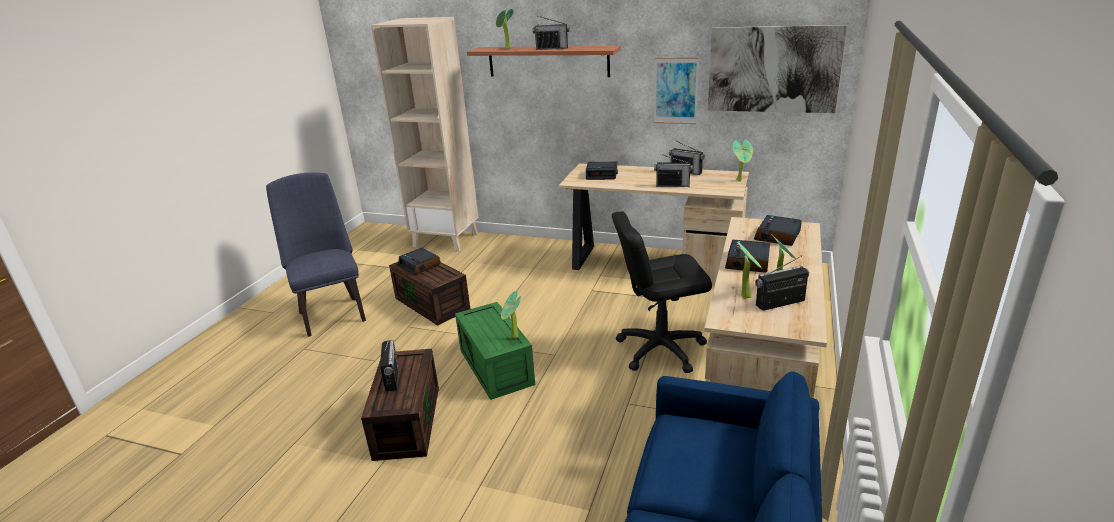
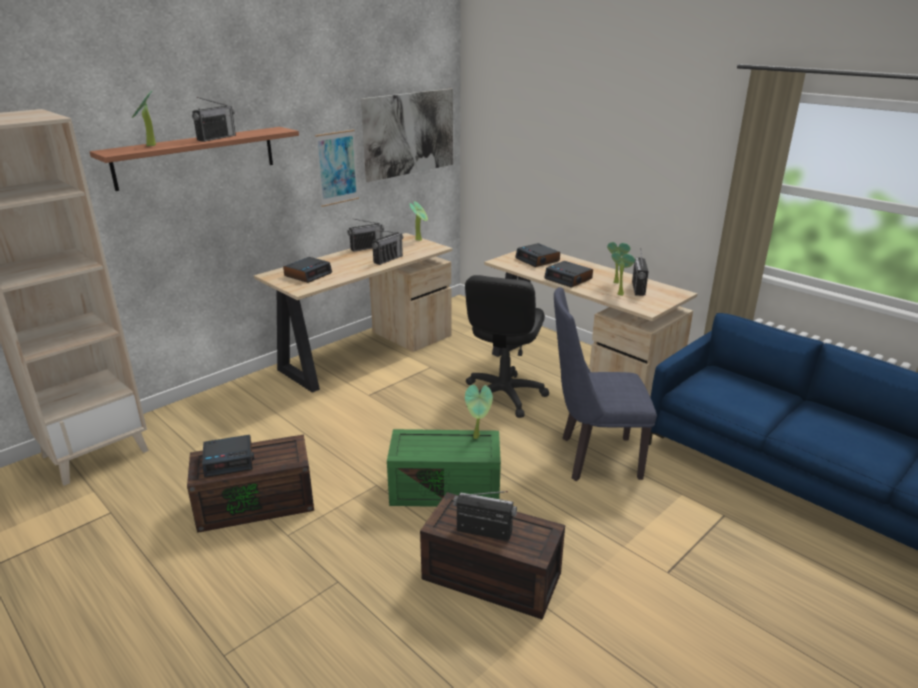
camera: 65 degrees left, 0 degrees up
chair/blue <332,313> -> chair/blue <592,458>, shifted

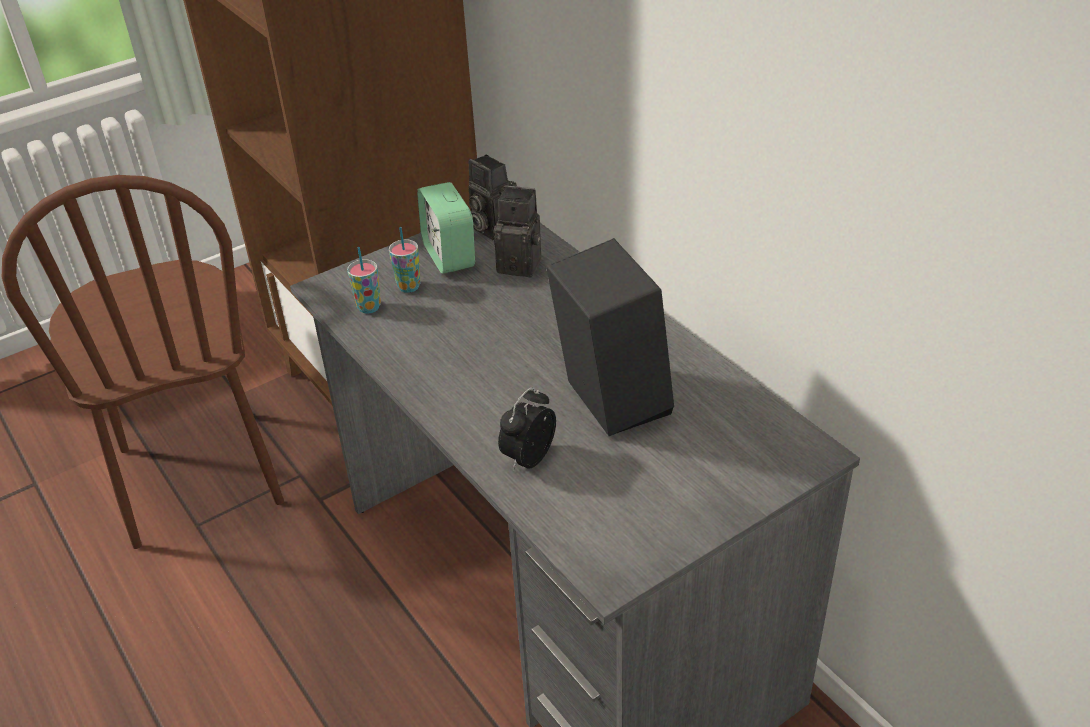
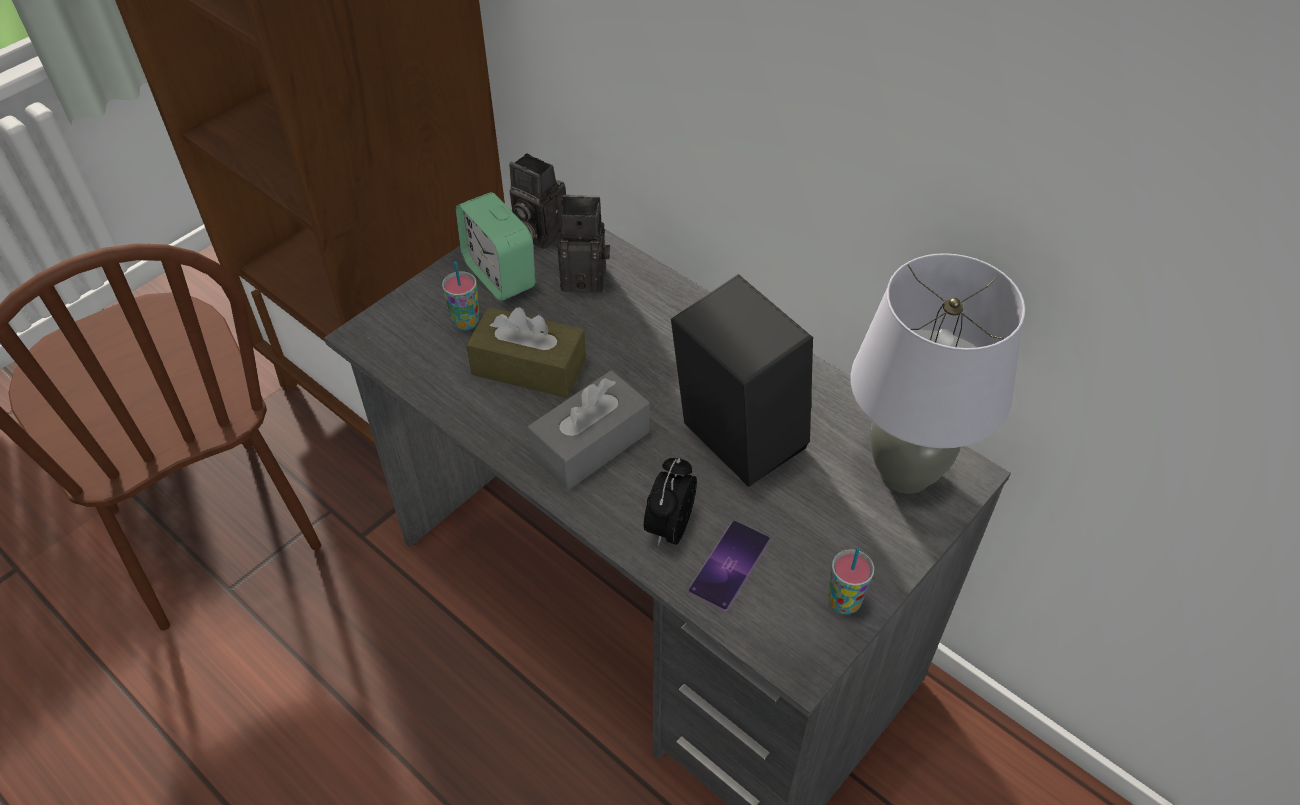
camera: 15 degrees left, 10 degrees up
none -> tissue box/brown <529,367>
none -> tissue box/grey <590,444>
none -> phone <729,565>
cup <369,307> -> cup <844,602>, shifted
none -> table lamp/grey <906,472>

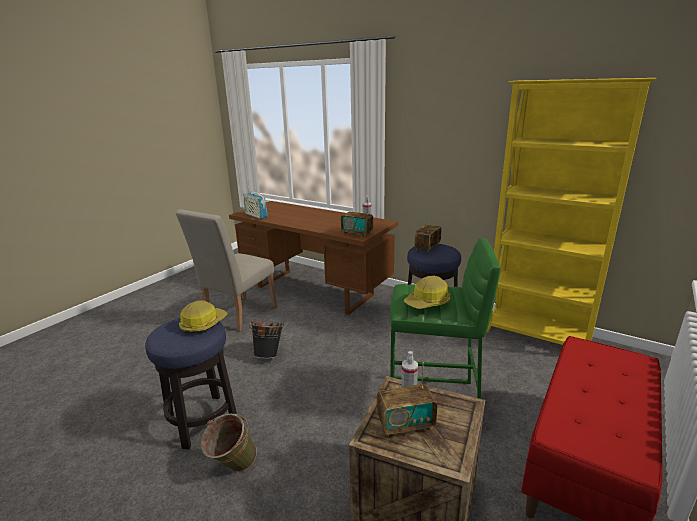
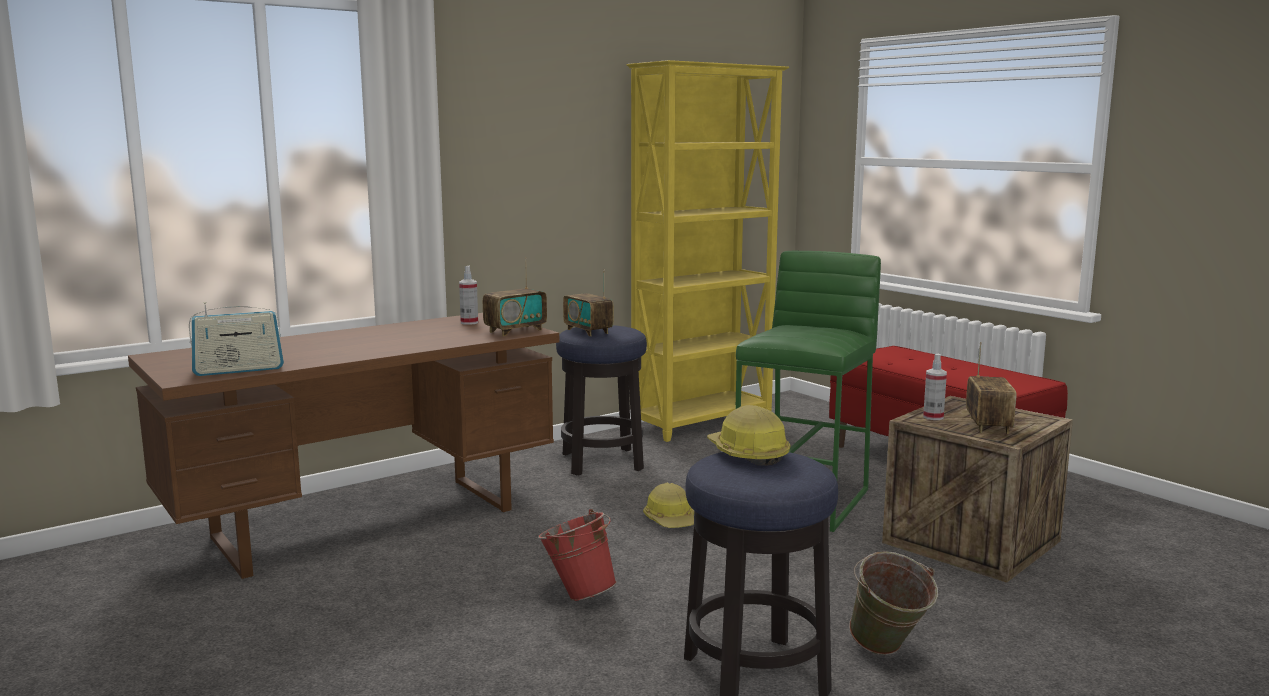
camera: 70 degrees left, 10 degrees down
bucket/black <269,354> -> bucket/red <578,594>
hard hat <428,302> -> hard hat <671,520>, shifted
chair/beige <237,315> -> none

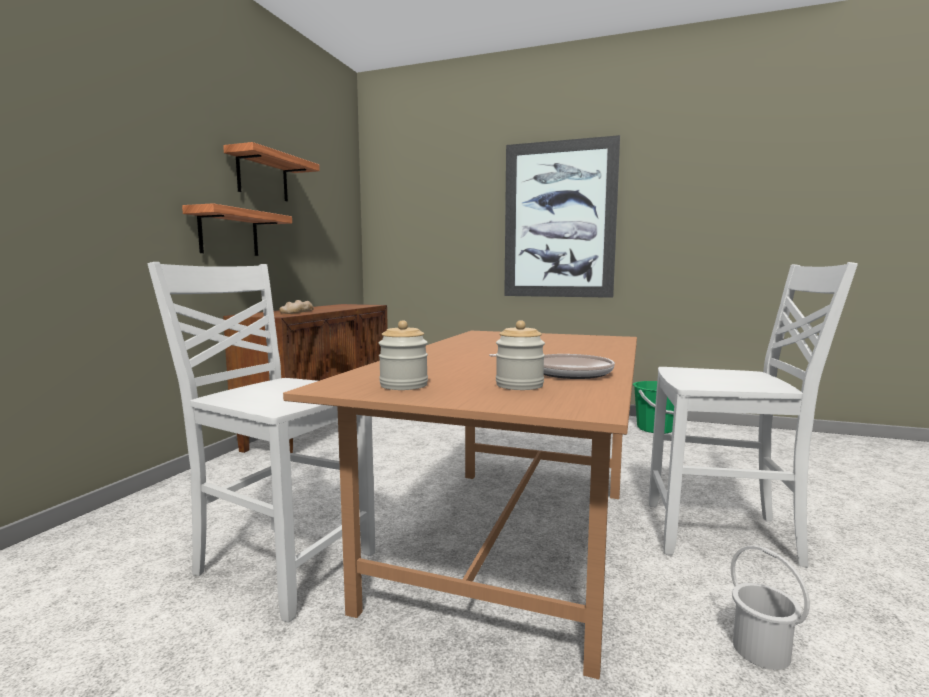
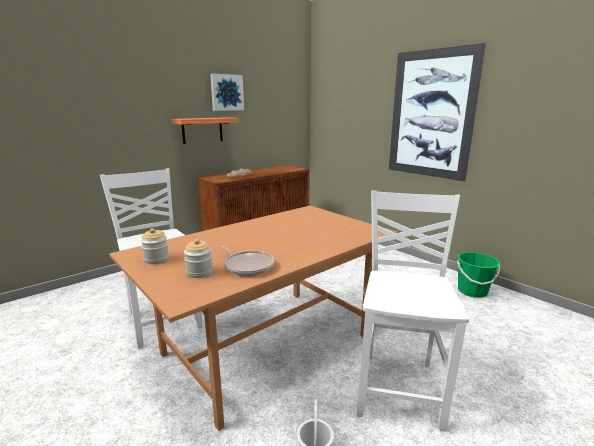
camera: 30 degrees right, 10 degrees up
shelf <262,176> -> picture <226,92>
chair/white <723,535> -> chair/white <399,387>, 120 degrees counterclockwise

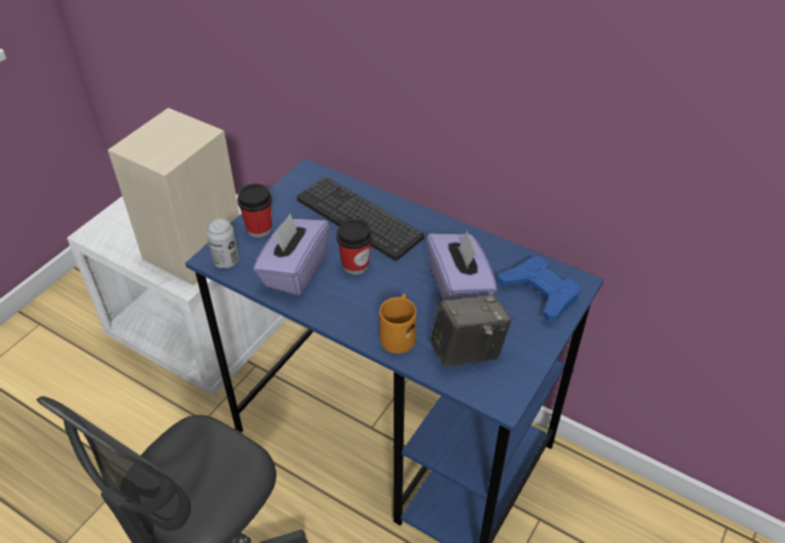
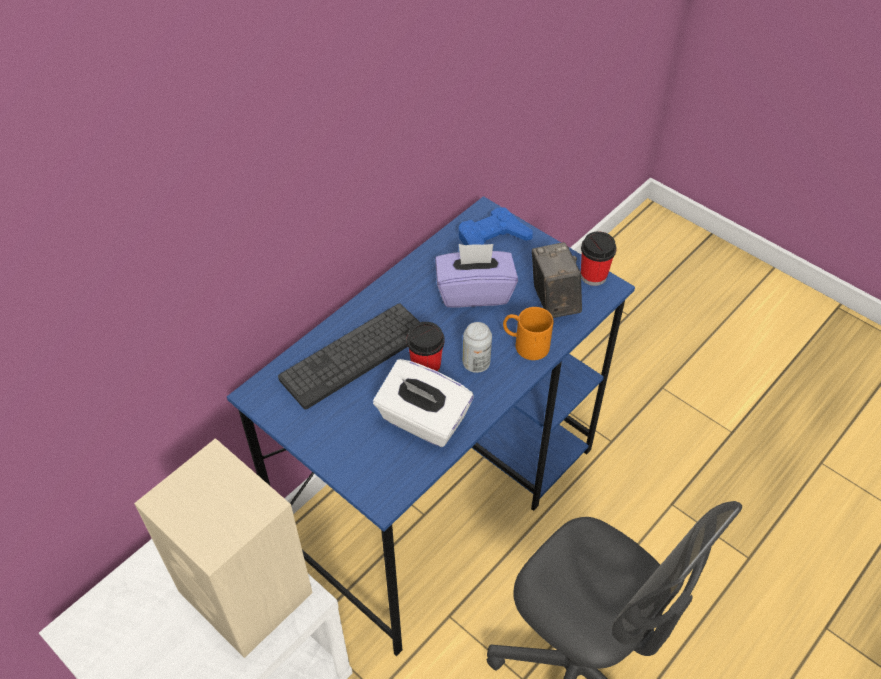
camera: 80 degrees left, 5 degrees up
tissue box/purple <294,271> -> tissue box/white <423,420>
can <226,261> -> can <476,363>, shifted
cup <259,228> -> cup <593,276>, shifted

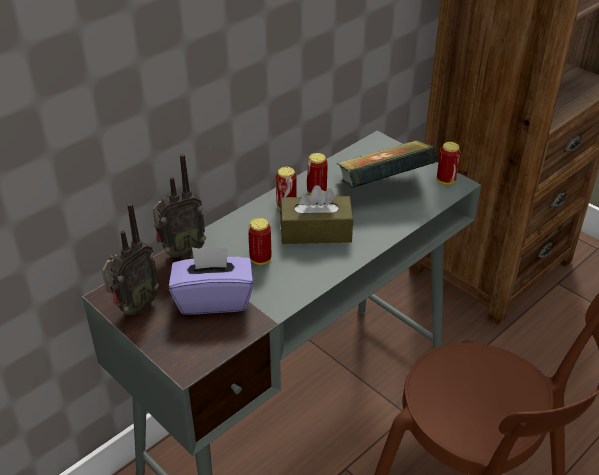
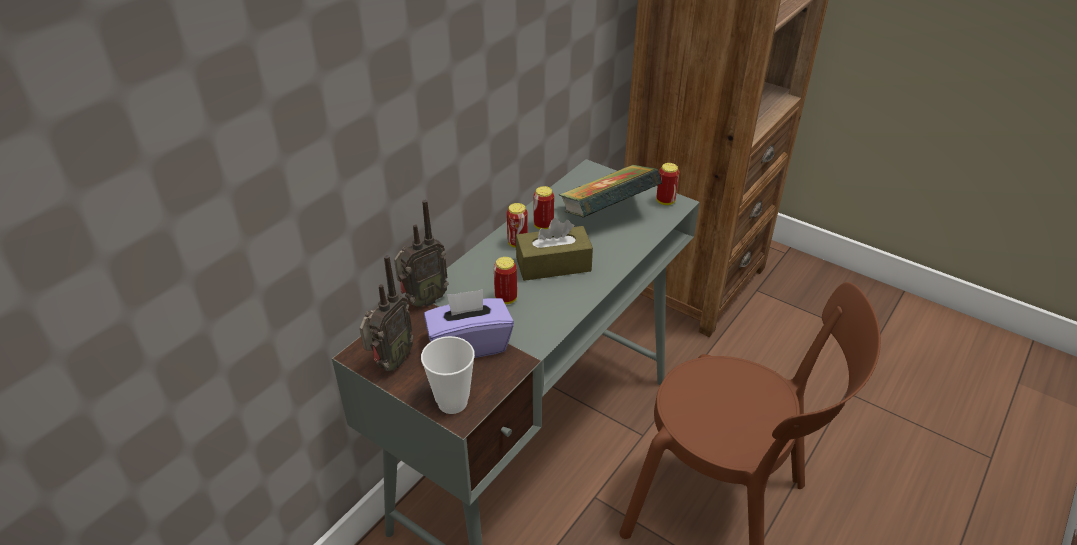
camera: 10 degrees left, 0 degrees up
none -> cup <452,402>

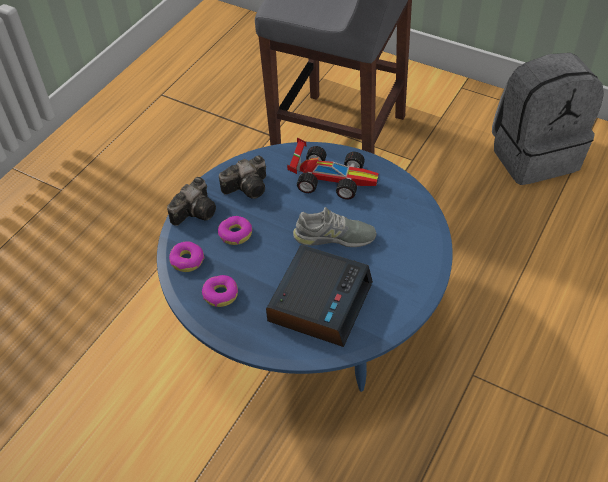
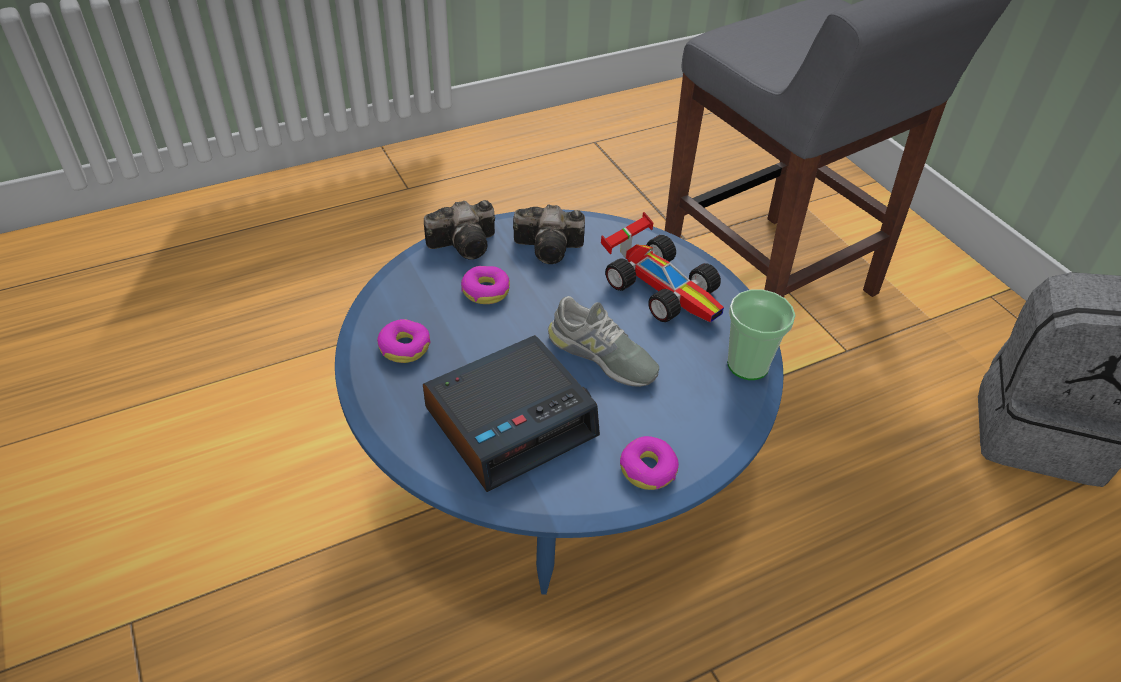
camera: 30 degrees right, 5 degrees down
donut <187,260> -> donut <648,469>, shifted
none -> cup <748,365>

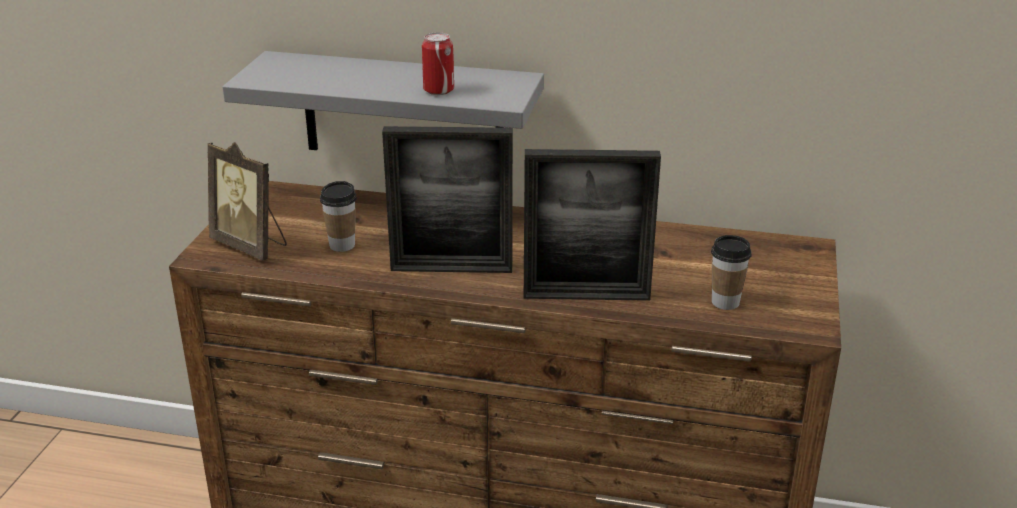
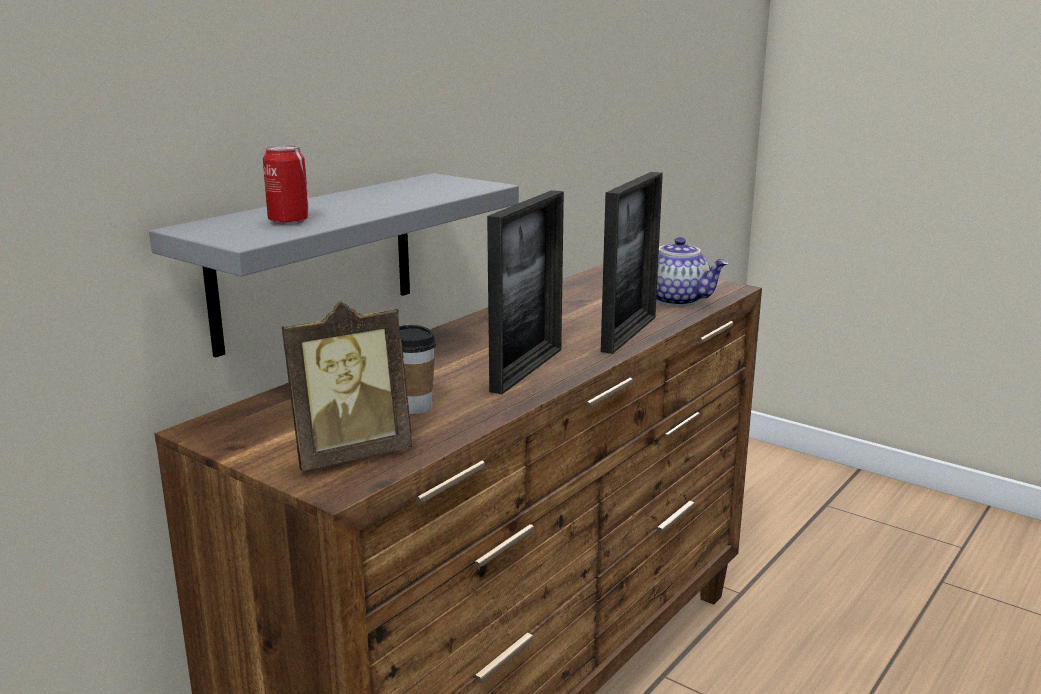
camera: 65 degrees left, 10 degrees down
can <438,90> -> can <288,221>, shifted
cup <725,302> -> teapot <678,300>

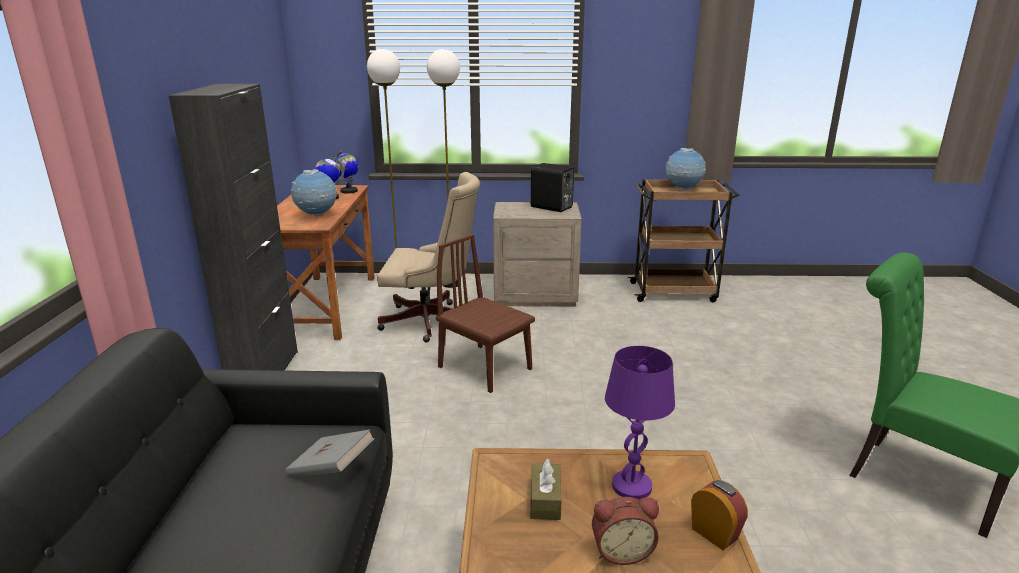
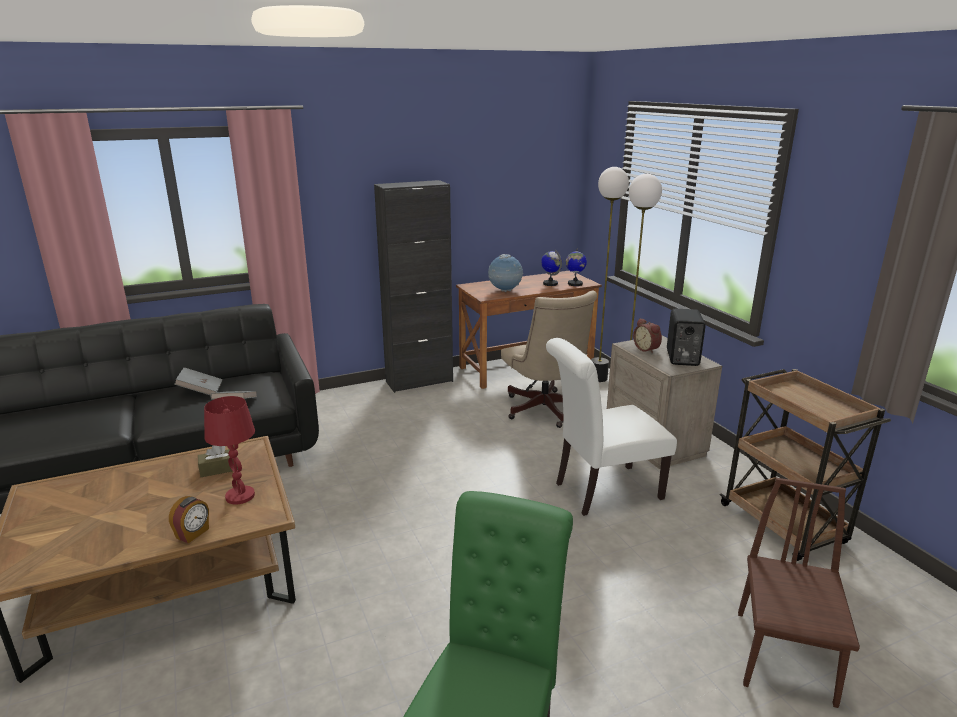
camera: 65 degrees right, 0 degrees up
none -> book/grey <200,391>
table lamp/purple <631,486> -> table lamp/red <240,496>
none -> chair/white <602,491>
alarm clock <621,551> -> alarm clock <647,349>, shifted
chair/brown <485,368> -> chair/brown <784,656>, shifted
globe <683,189> -> none

